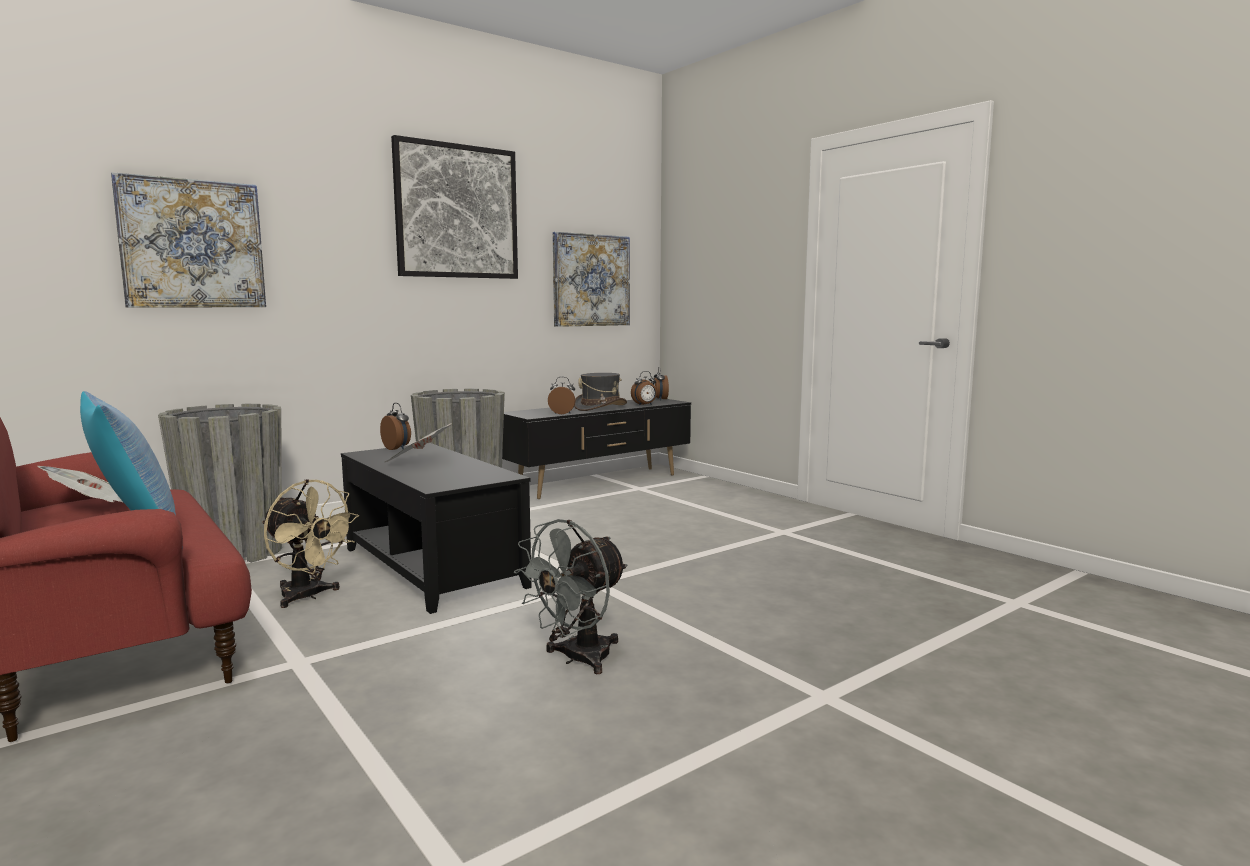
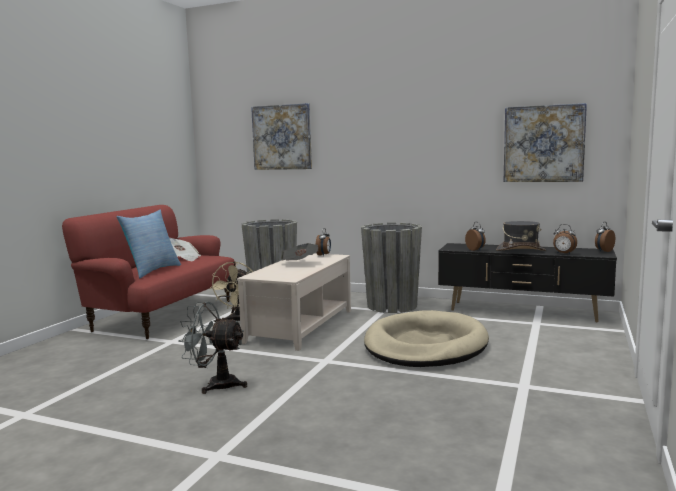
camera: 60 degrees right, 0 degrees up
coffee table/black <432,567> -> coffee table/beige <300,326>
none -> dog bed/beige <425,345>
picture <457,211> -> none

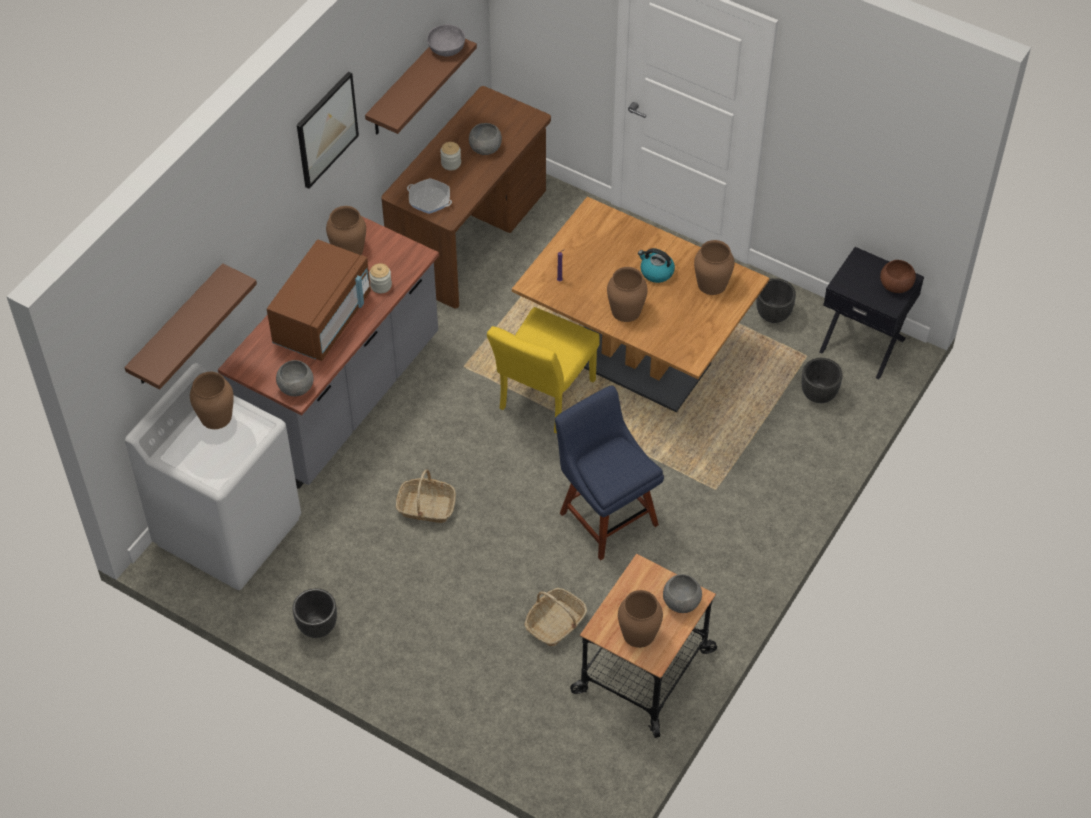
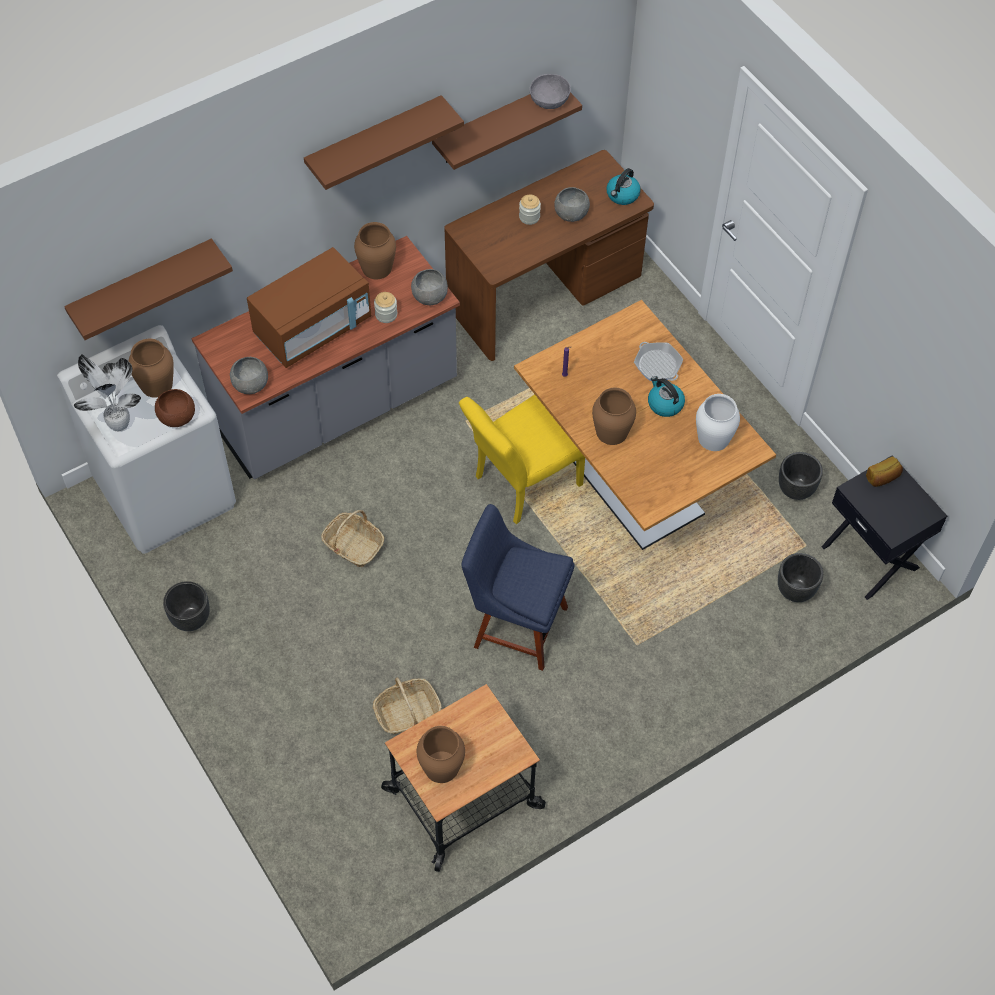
camera: 25 degrees right, 5 degrees up
none -> potted plant <119,426>
bowl/brown <895,285> -> bowl/brown <177,416>, shifted
picture <326,129> -> shelf/brown <374,141>
bowl/grey <681,601> -> bowl/grey <430,296>, shifted
chair/blue <605,515> -> chair/blue <515,625>, 60 degrees counterclockwise
none -> kettle <622,195>
frying pan <429,199> -> frying pan <657,365>, shifted
vase/brown <712,283> -> vase/white <714,438>
none -> bread <883,478>

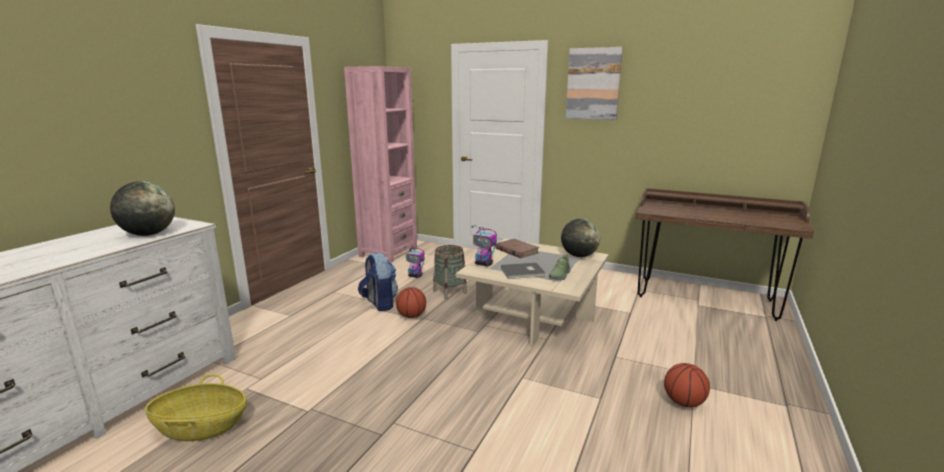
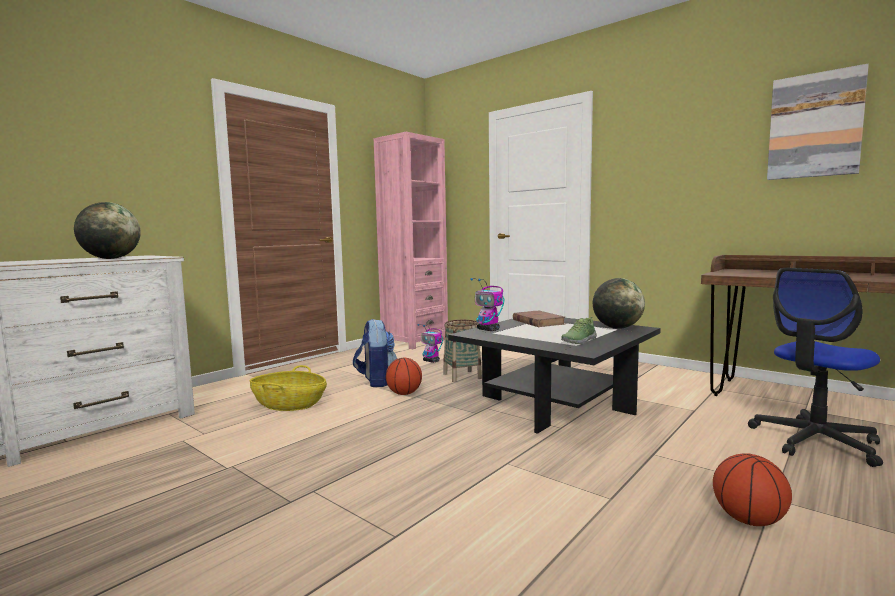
camera: 15 degrees right, 10 degrees down
basket <201,427> -> basket <289,404>, shifted
coffee table/beige <533,316> -> coffee table/black <554,404>
none -> office chair <815,441>
picture <593,84> -> picture <815,126>, shifted
book/grey <523,272> -> none

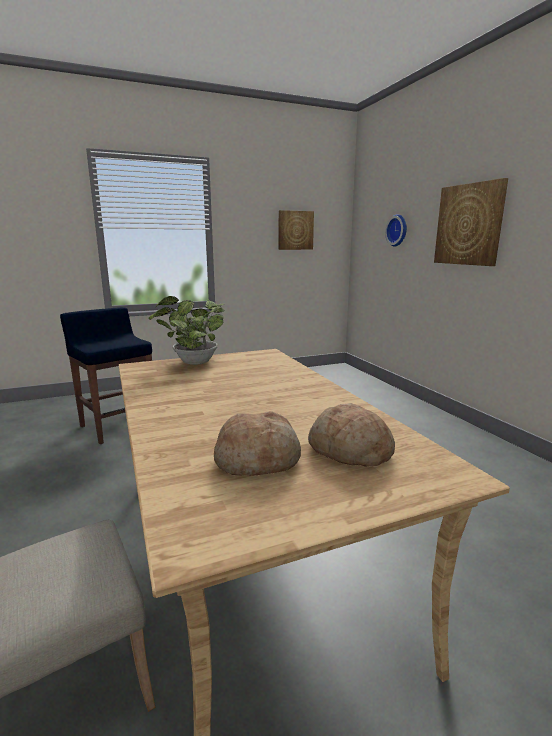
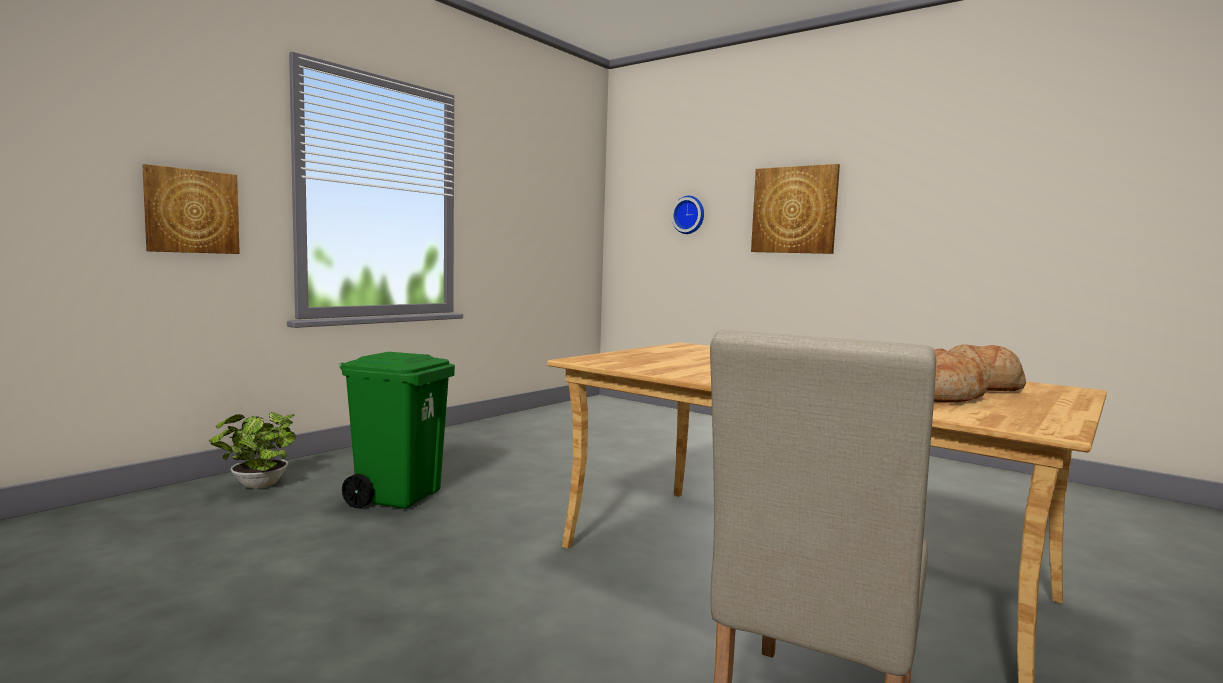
camera: 30 degrees left, 10 degrees down
picture <295,230> -> picture <191,211>, shifted
potted plant <193,363> -> potted plant <257,486>, shifted
stool/blue <117,426> -> trash can/green <398,497>

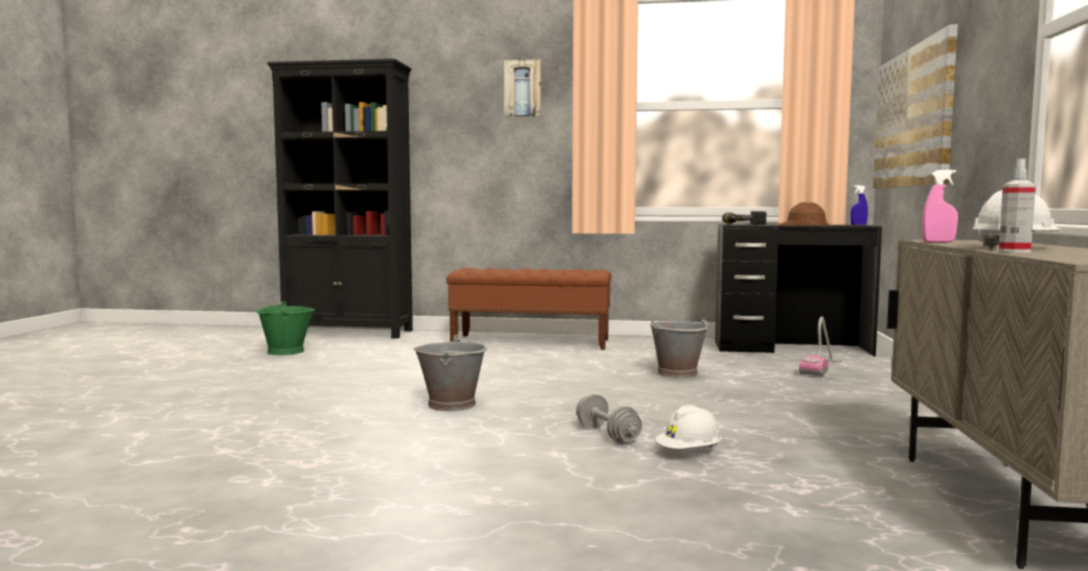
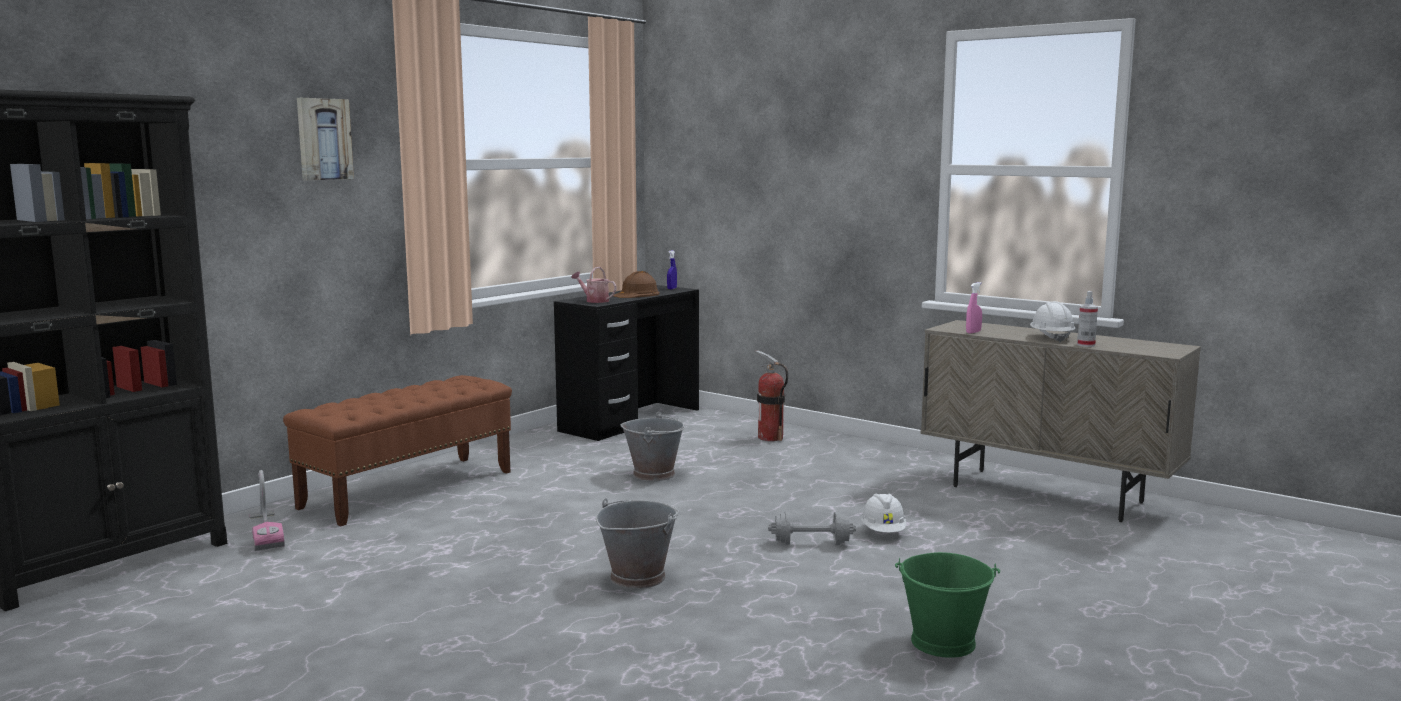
camera: 60 degrees left, 5 degrees up
vacuum cleaner <821,368> -> vacuum cleaner <265,532>, shifted
power drill <745,224> -> watering can <594,300>
none -> fire extinguisher <770,437>
bucket/green <285,351> -> bucket/green <944,643>, shifted
picture <913,118> -> none

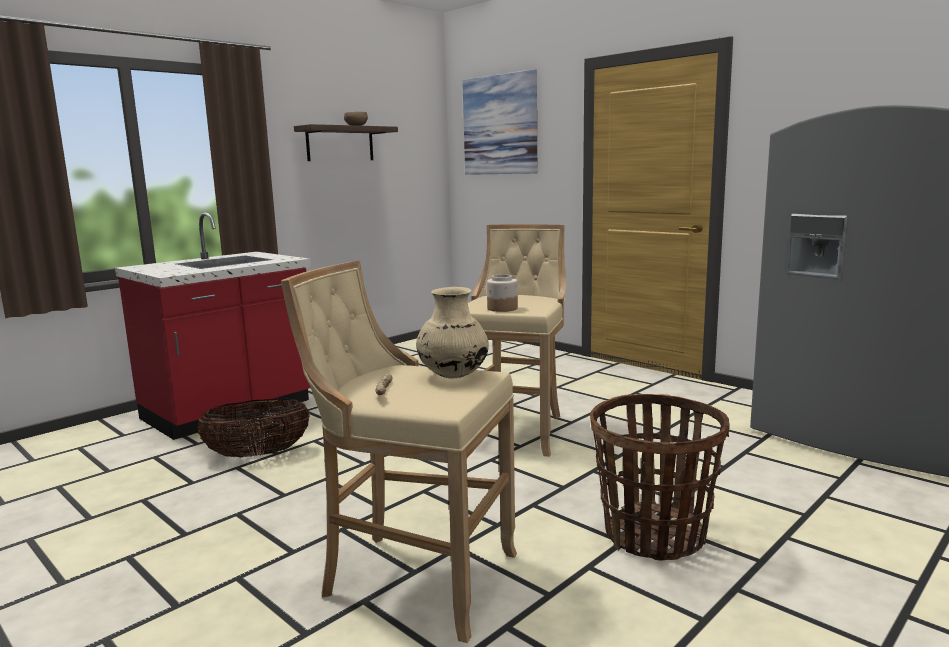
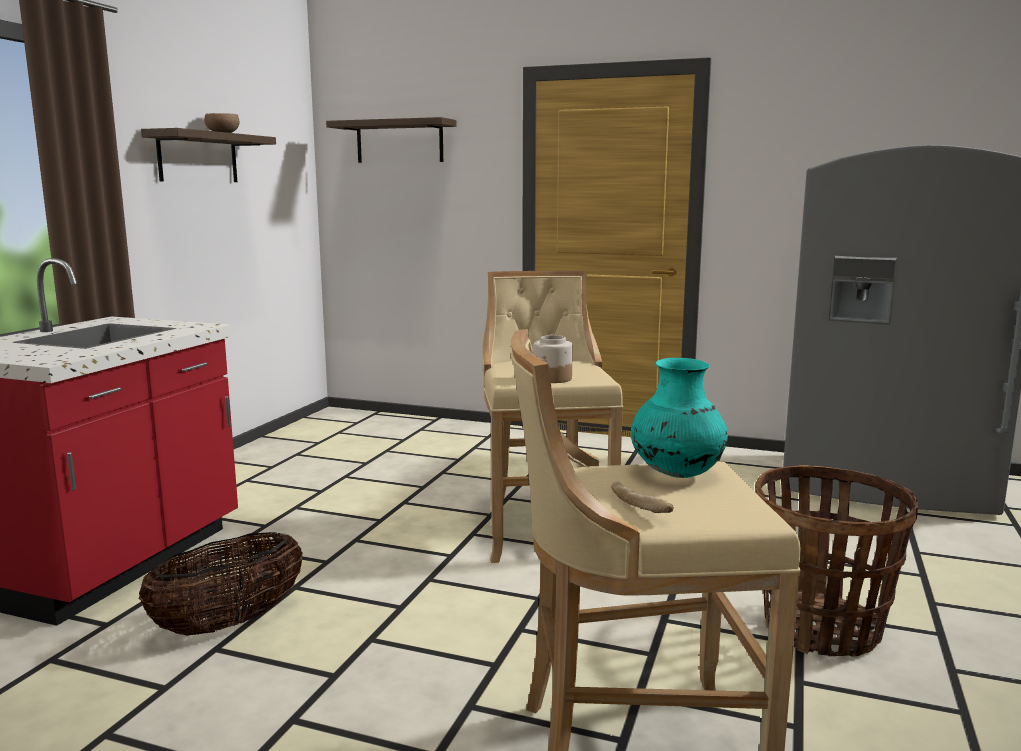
camera: 25 degrees left, 0 degrees up
picture <500,125> -> shelf <399,142>
vase/beige <453,376> -> vase/turquoise <676,474>

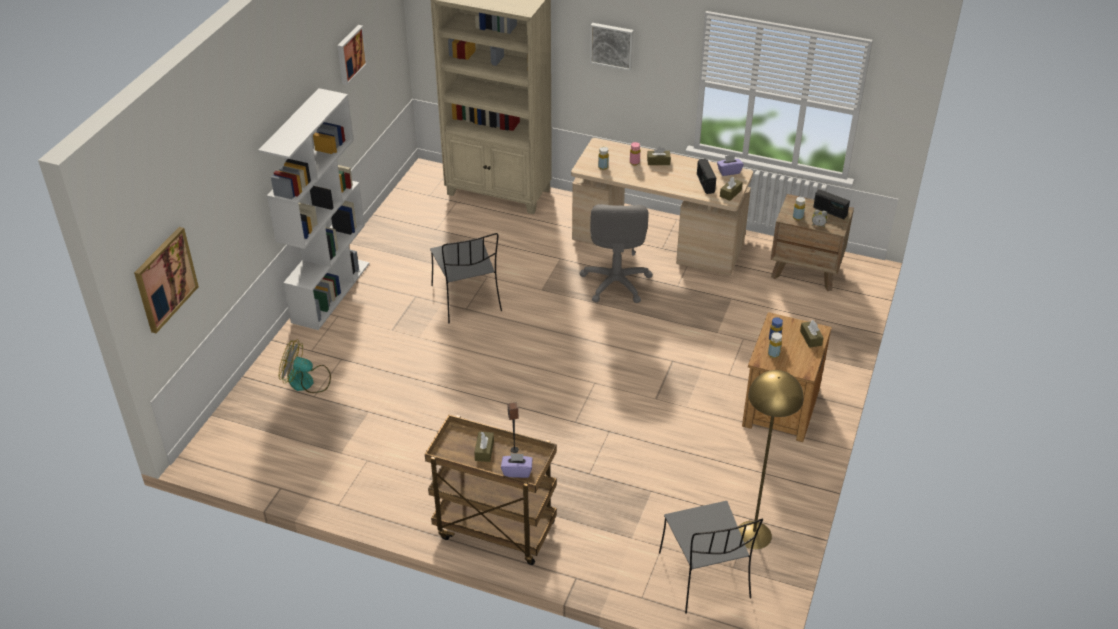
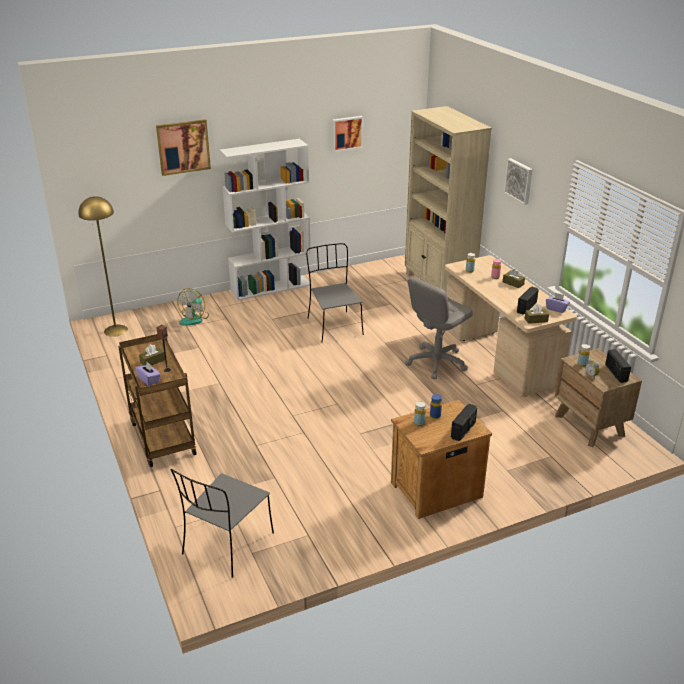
camera: 45 degrees right, 10 degrees down
floor lamp/yellow <753,534> -> floor lamp/yellow <115,330>, shifted
picture <165,279> -> picture <183,147>, shifted
fan <307,381> -> fan <194,319>, 120 degrees counterclockwise
chair/grey <467,300> -> chair/grey <334,326>, 135 degrees clockwise
tissue box/brown <810,338> -> radio <463,430>

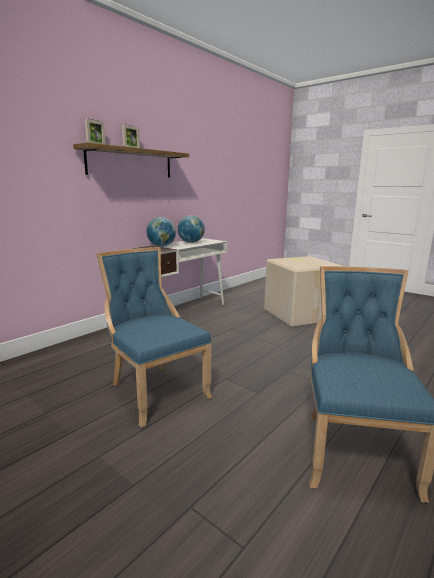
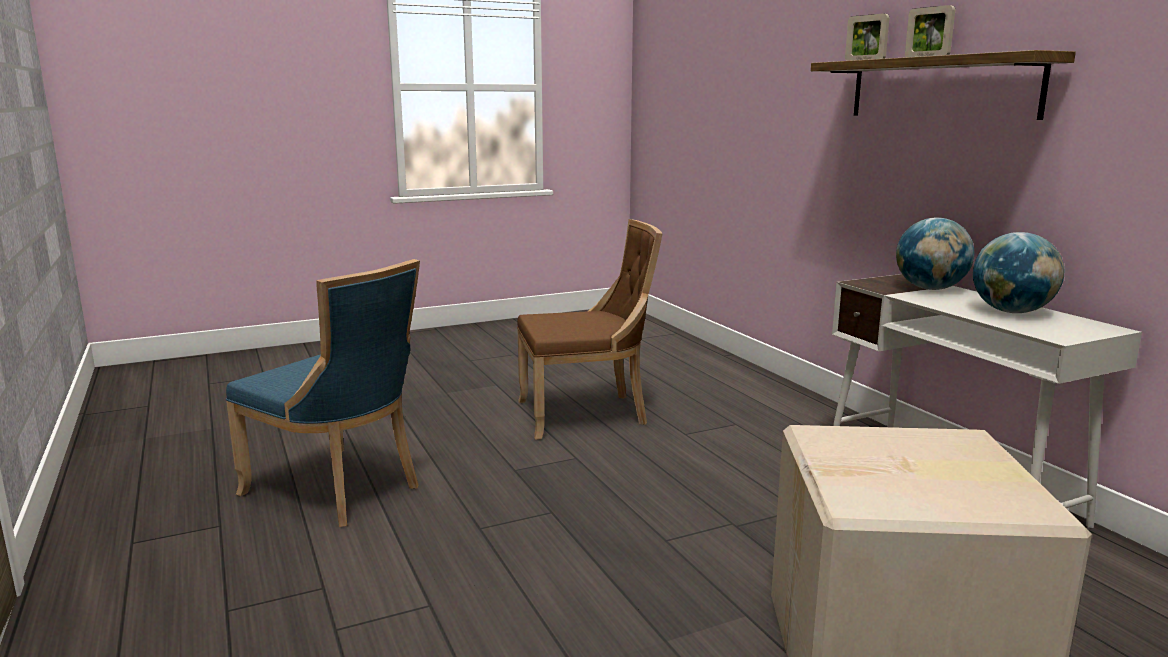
camera: 115 degrees right, 0 degrees up
chair/blue <155,390> -> chair/brown <587,414>

